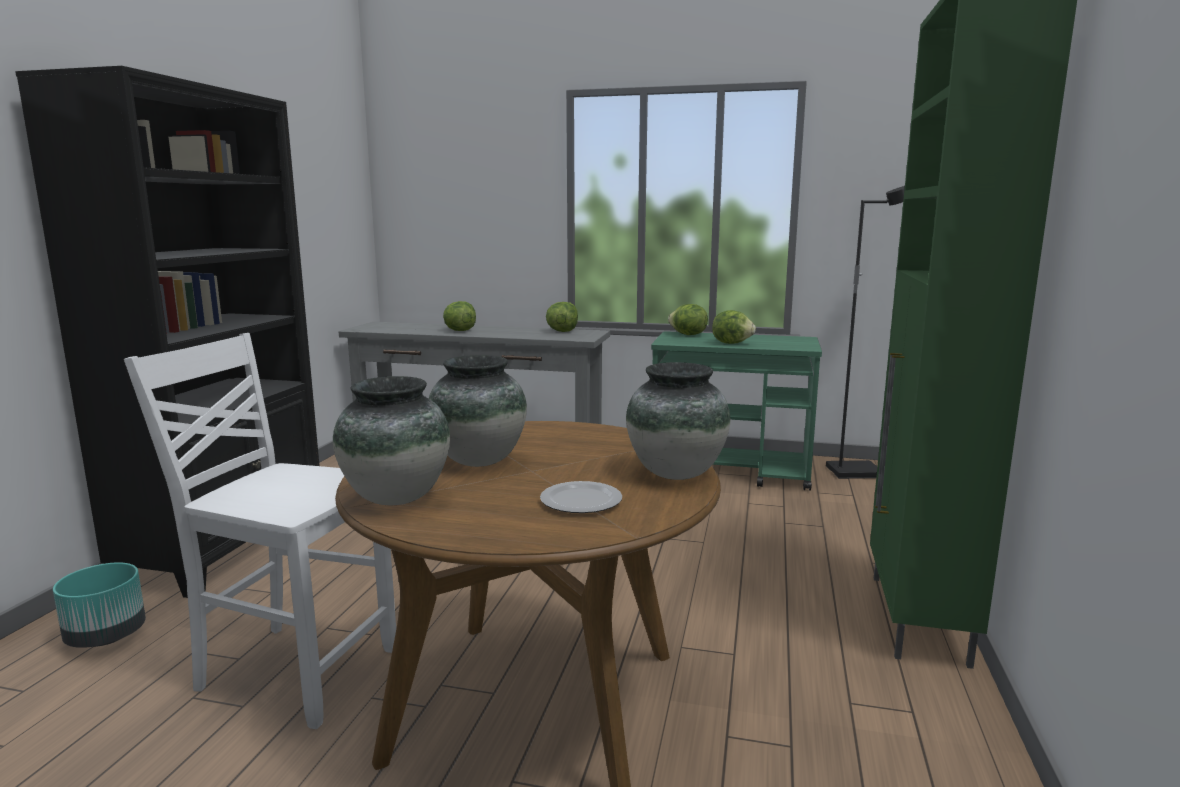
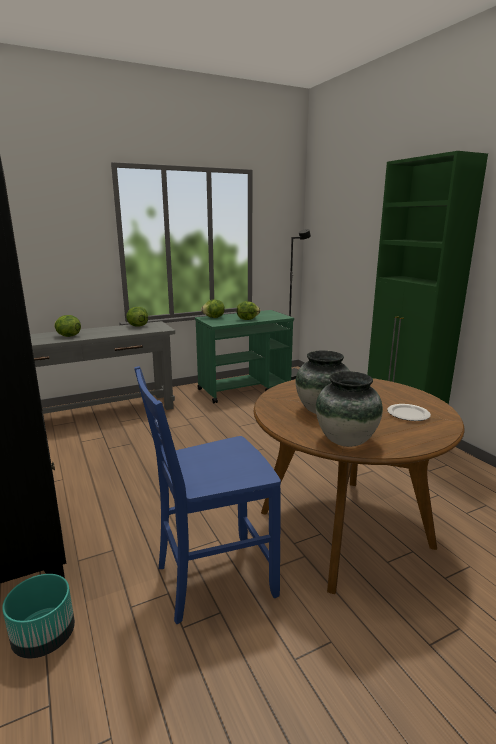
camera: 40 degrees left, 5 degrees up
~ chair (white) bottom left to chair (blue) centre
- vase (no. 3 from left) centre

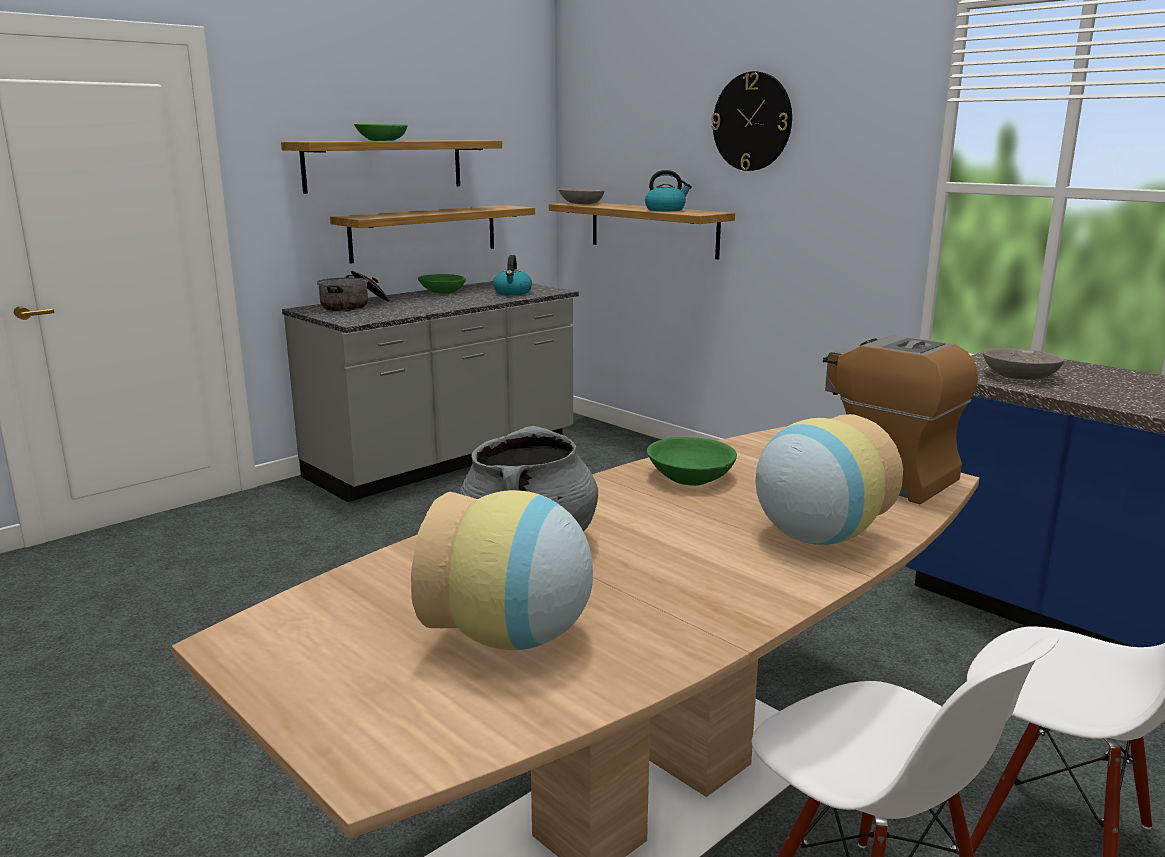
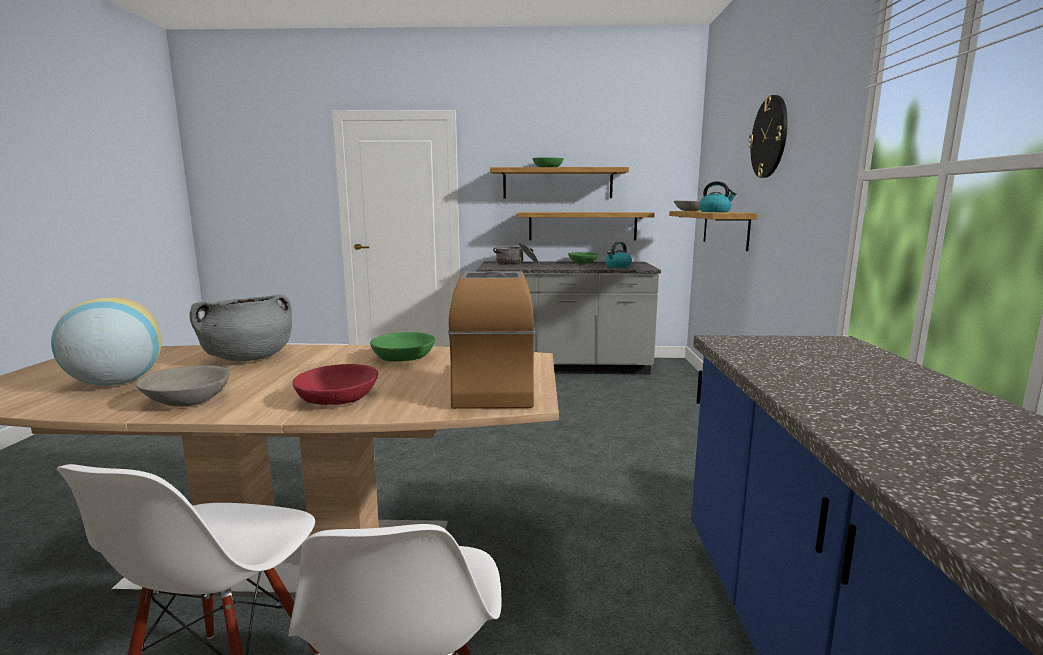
camera: 45 degrees right, 5 degrees down
~ vase (no. 2 from left) middle right to bowl (red) middle left
~ bowl (grey) (no. 2 from left in the first image) middle right to bowl (grey) (no. 1 from left) middle left

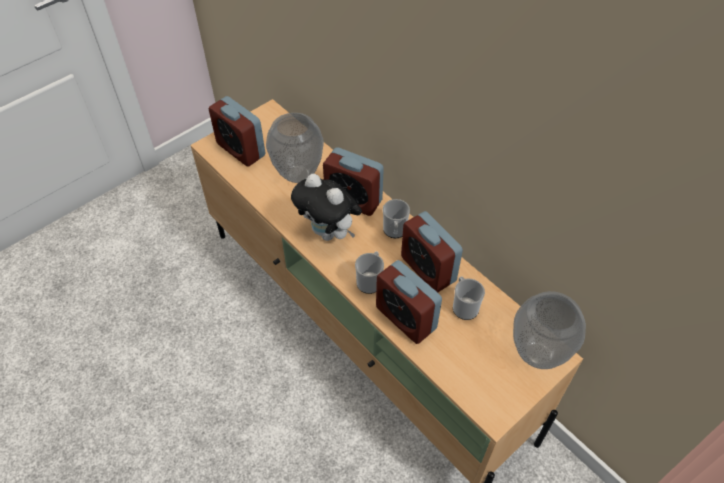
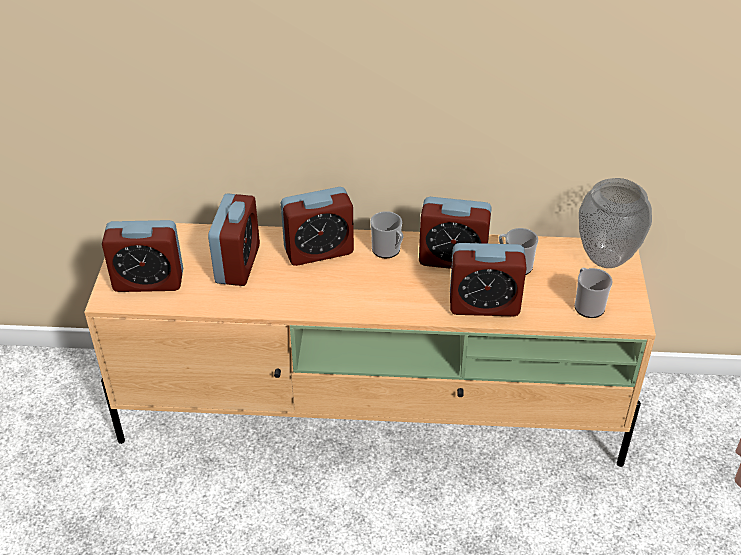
camera: 45 degrees left, 10 degrees down
~ vase (no. 1 from left) top centre to alarm clock (no. 2 from left) middle left
- plush toy centre
~ mug (no. 1 from left in the first image) centre to mug (no. 3 from left) middle right

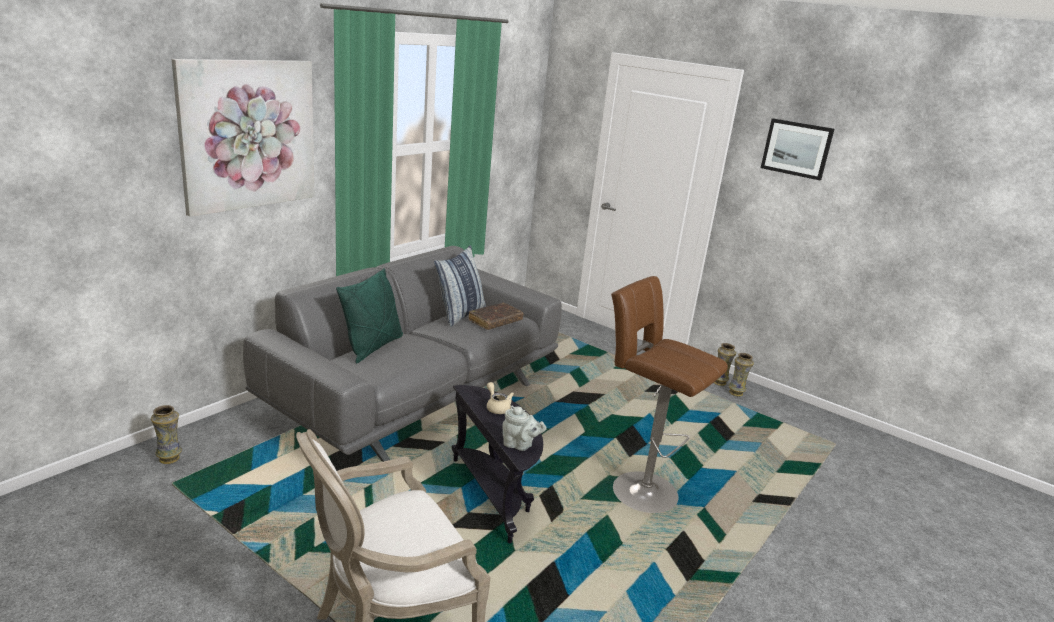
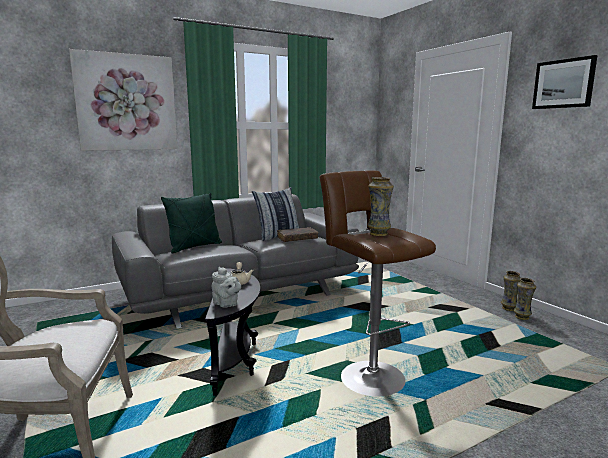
camera: 25 degrees right, 10 degrees down
~ vase (no. 1 from left) bottom left to centre

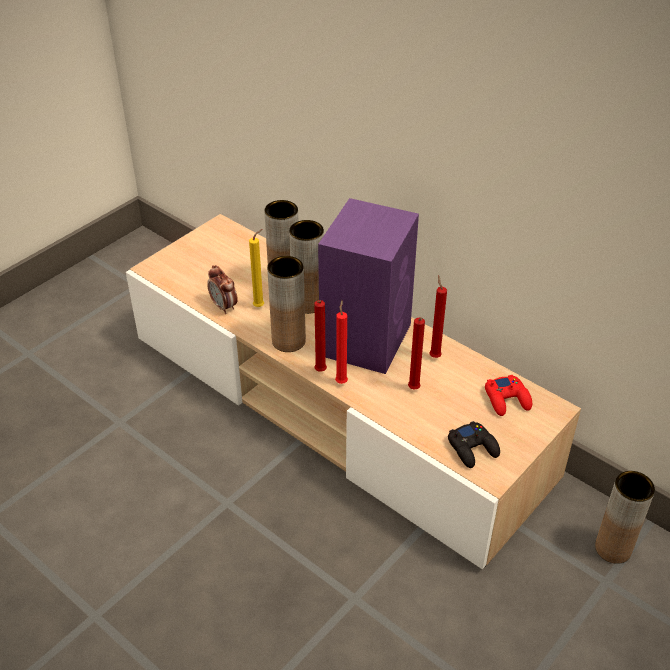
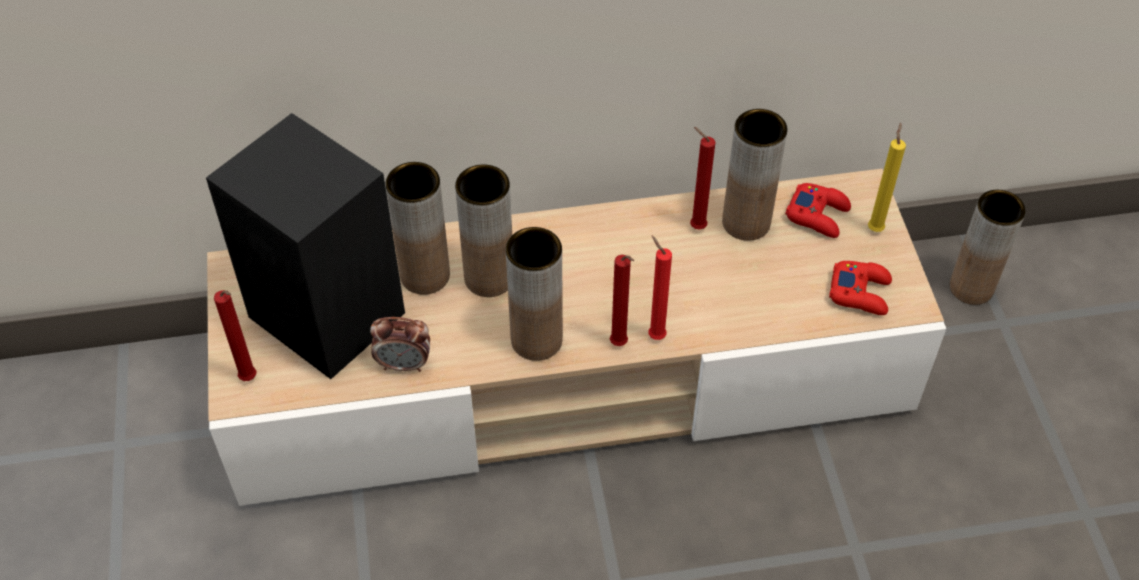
camera: 50 degrees left, 10 degrees up
~ candle (yellow) centre to top right
- speaker (purple) centre
~ candle (red) (no. 3 from left in the first image) centre to candle (red) (no. 1 from left) middle left
~ game controller (black) middle right to game controller (red) (no. 2 from left) middle right
+ speaker (black) middle left
+ vase (brown) (no. 4 from left) top centre

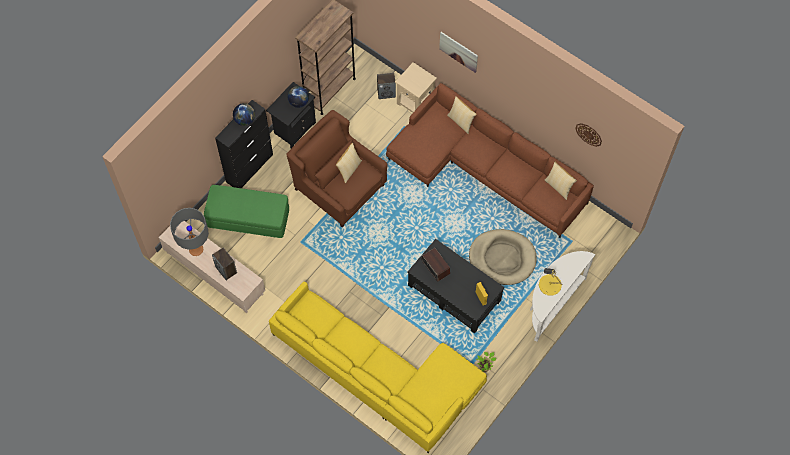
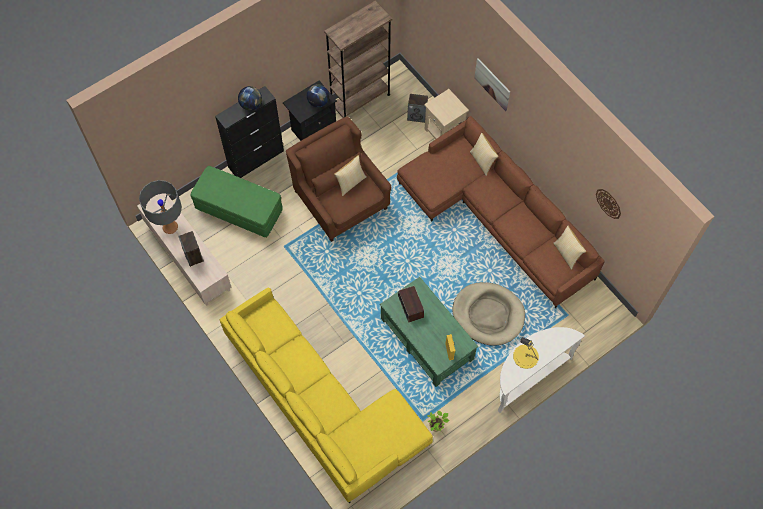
camera: 15 degrees right, 0 degrees up
~ coffee table (black) centre to coffee table (green) centre

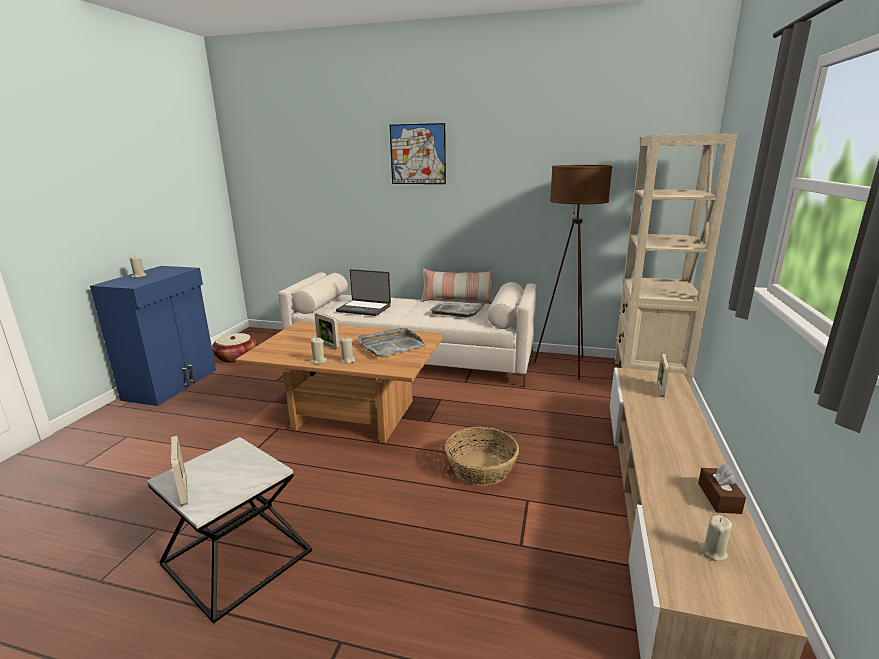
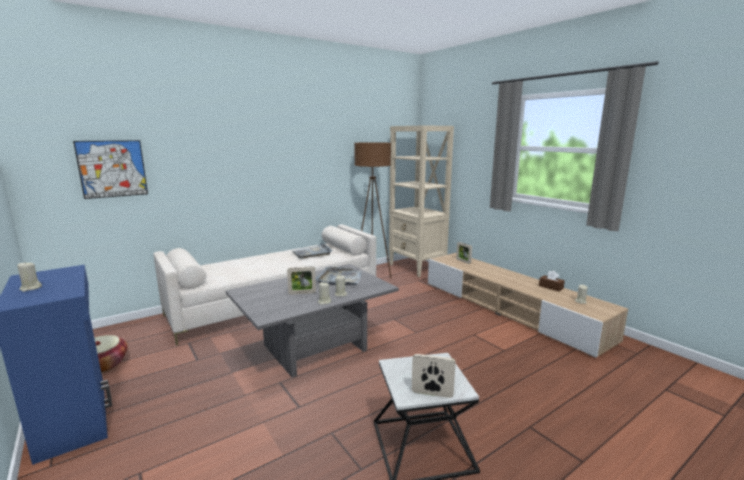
camera: 50 degrees left, 5 degrees down
~ coffee table (brown) centre to coffee table (grey) bottom centre
- laptop centre
~ picture top centre to middle left
- pillow centre
- basket (no. 2 from left) bottom centre

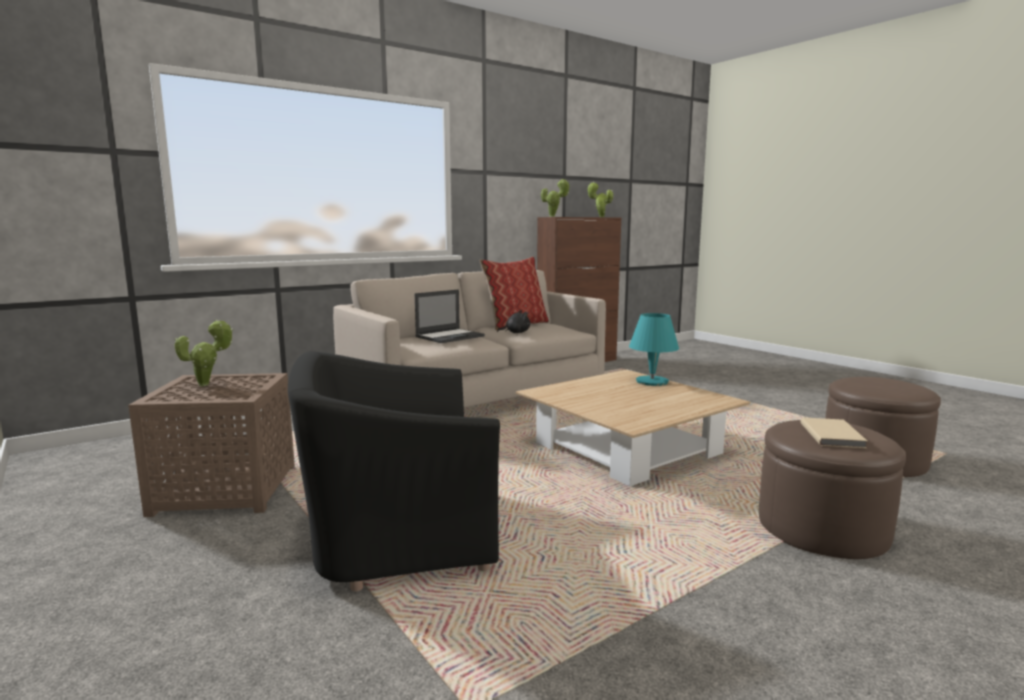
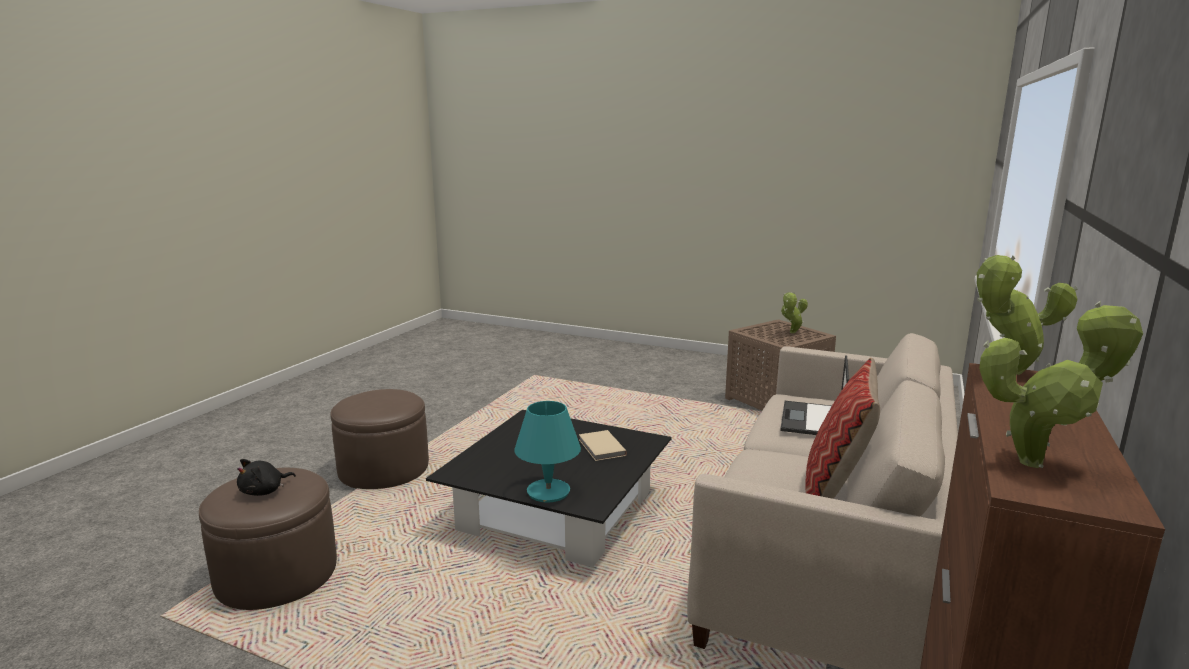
camera: 150 degrees right, 5 degrees up
- armchair (black) bottom centre
~ plush toy (black) centre to bottom left
~ coffee table (beige) centre to coffee table (black) bottom centre
~ book (beige) middle right to centre

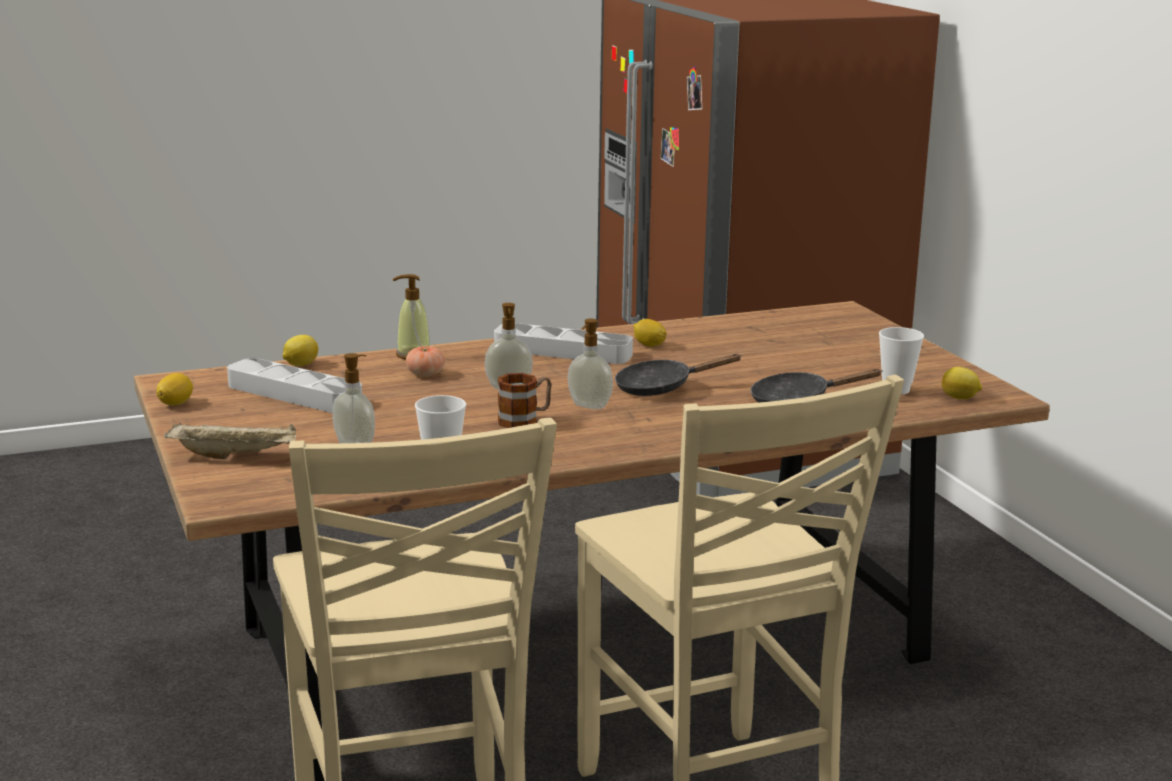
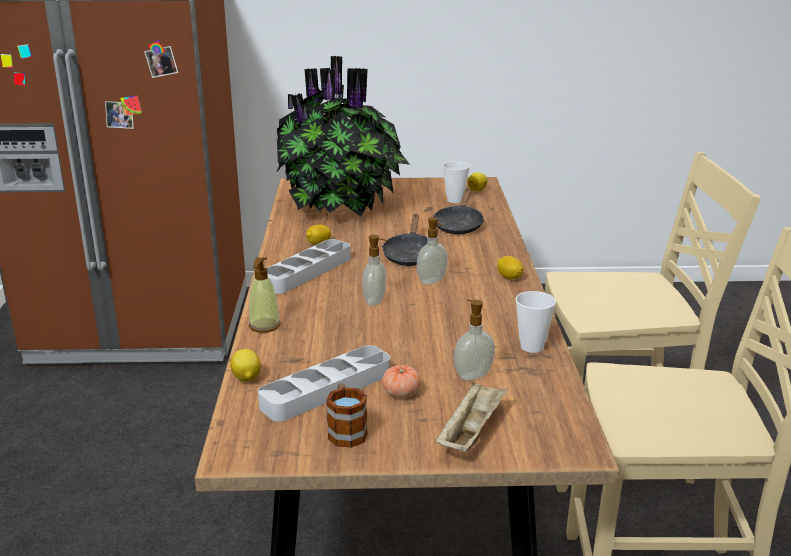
camera: 70 degrees left, 5 degrees up
~ lemon (no. 1 from left in the first image) middle left to lemon (no. 4 from left) centre
~ tomato centre to bottom centre
~ mug centre to bottom centre
+ potted plant top centre

